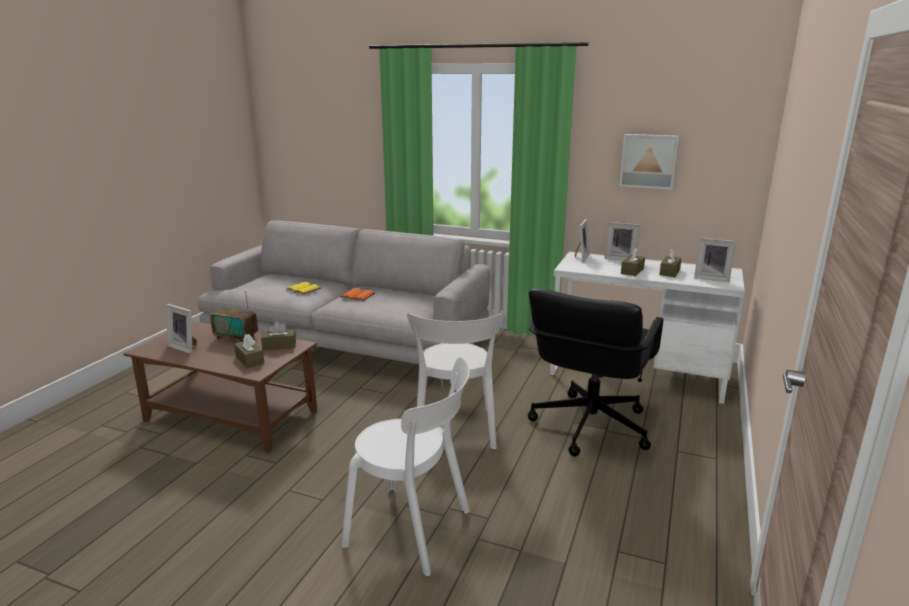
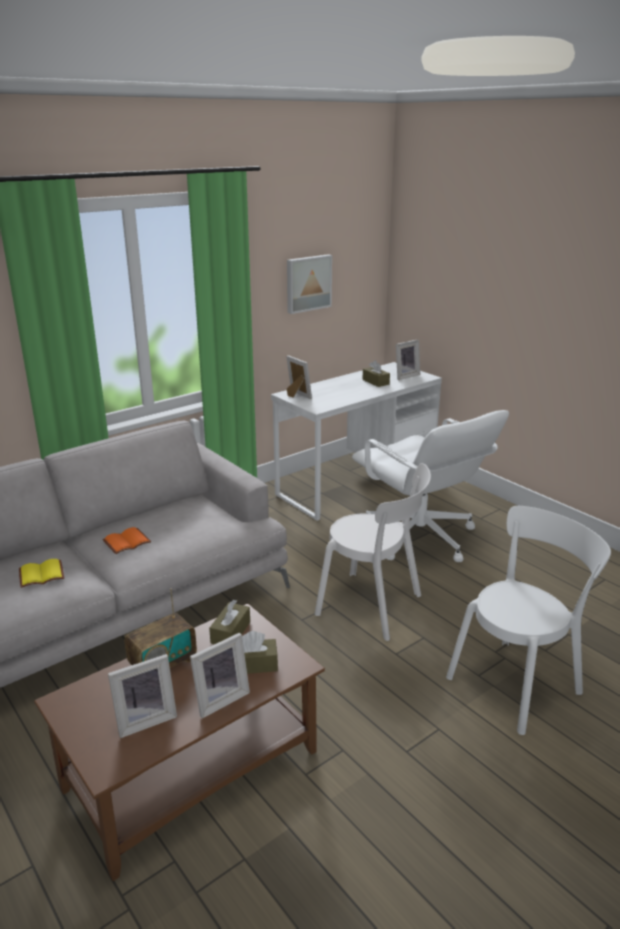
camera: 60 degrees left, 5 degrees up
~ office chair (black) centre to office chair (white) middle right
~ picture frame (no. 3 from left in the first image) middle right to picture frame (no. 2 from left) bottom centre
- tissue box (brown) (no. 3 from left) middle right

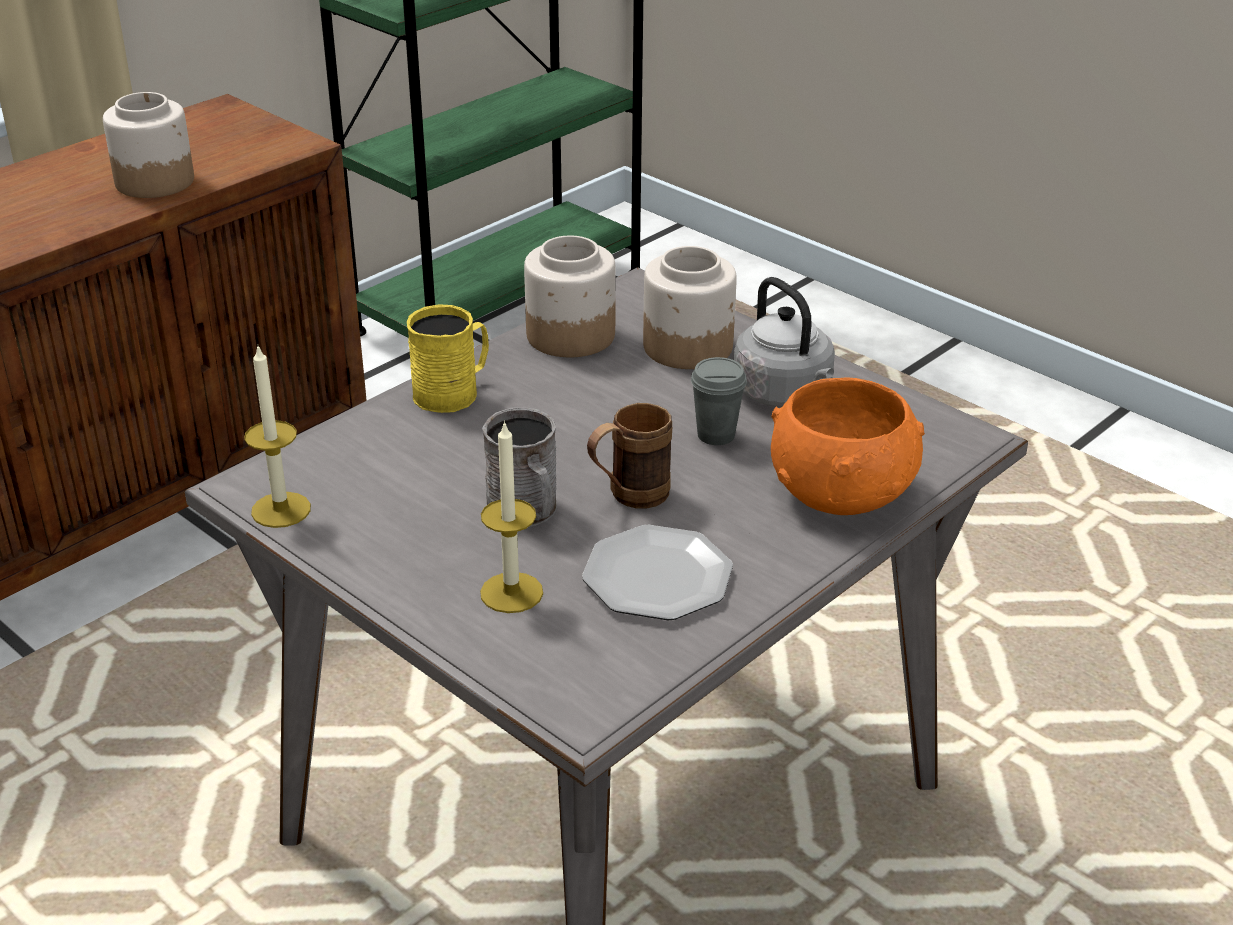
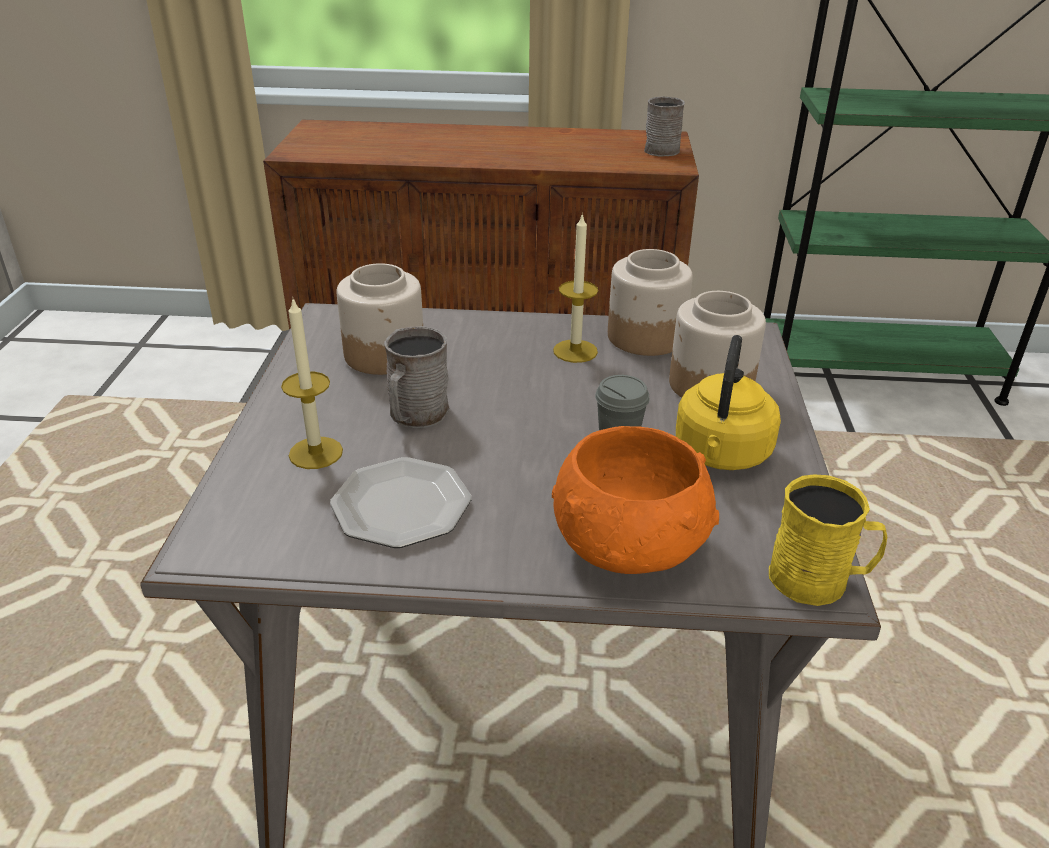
camera: 50 degrees right, 0 degrees up
~ jar (no. 1 from left) top left to centre
~ candle (no. 1 from left in the first image) middle left to candle (no. 2 from left) centre
~ mug (yellow) centre to middle right
- mug (brown) centre
~ kettle (grey) centre to kettle (yellow) middle right
+ mug (grey) (no. 2 from left) top centre

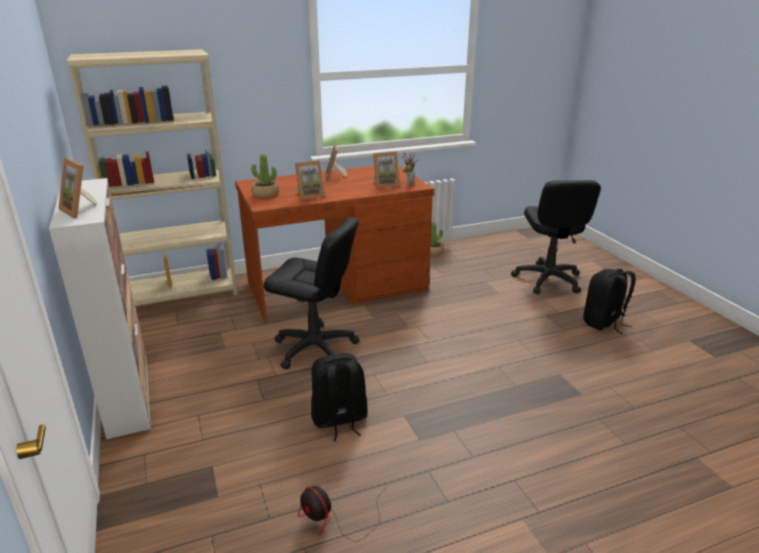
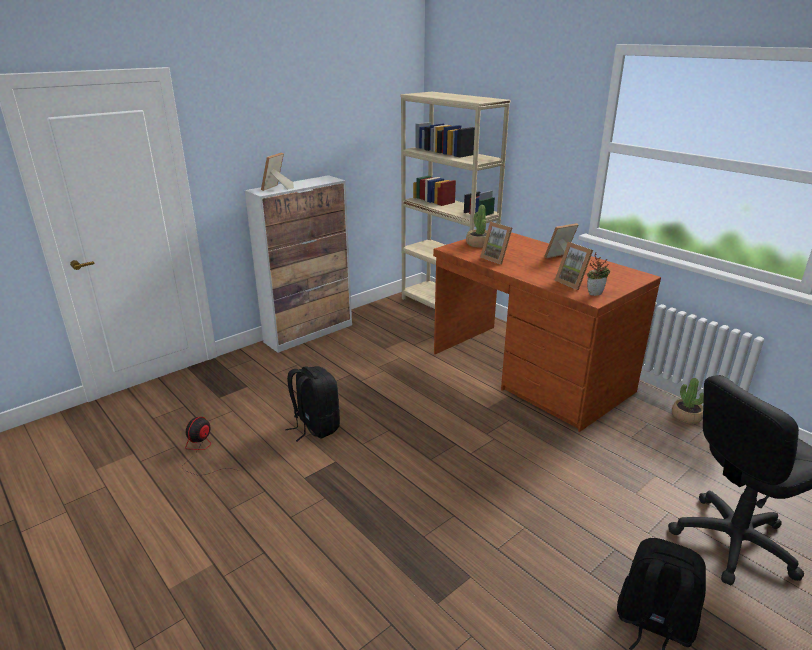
camera: 70 degrees right, 0 degrees up
- office chair (black) (no. 1 from left) centre

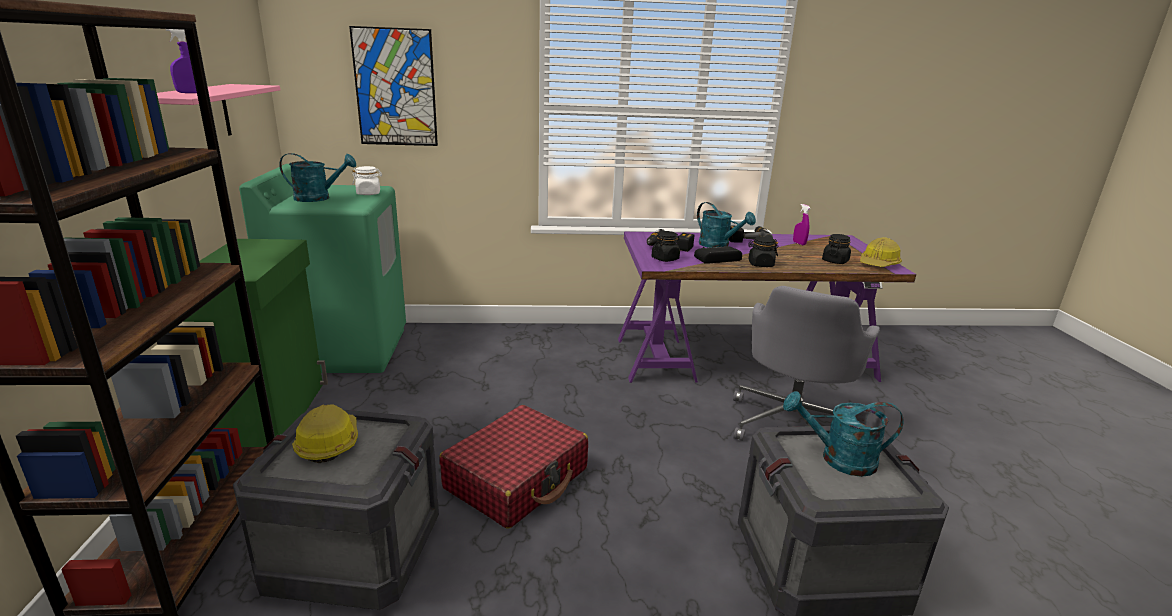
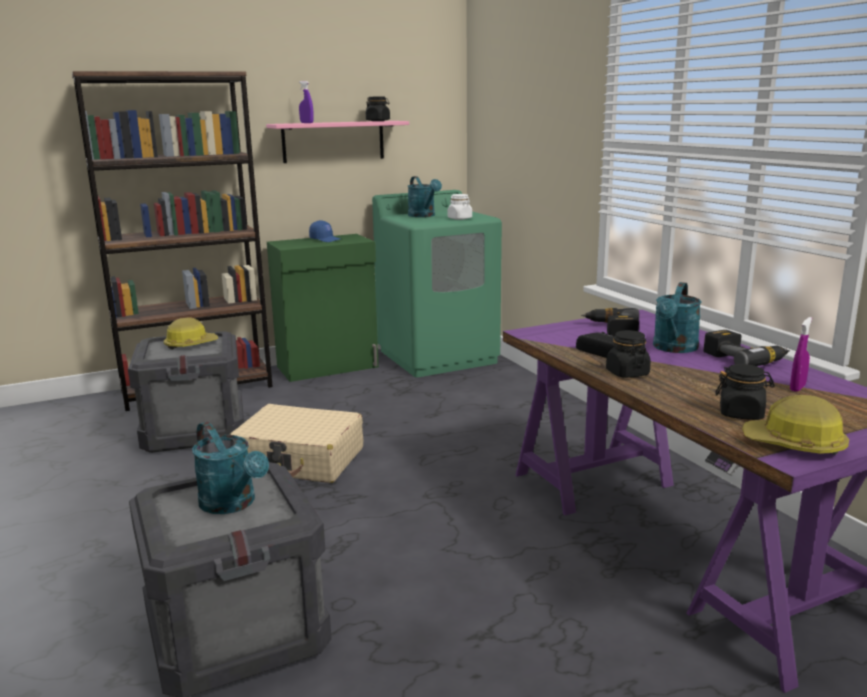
camera: 70 degrees right, 5 degrees down
- picture top centre
~ suitcase (red) bottom centre to suitcase (beige) centre
~ jar (black) (no. 1 from left) centre to top centre
- office chair (grey) middle right
~ watering can (turquoise) (no. 3 from left in the first image) bottom right = bottom left 150 degrees clockwise
+ cap (blue) top centre

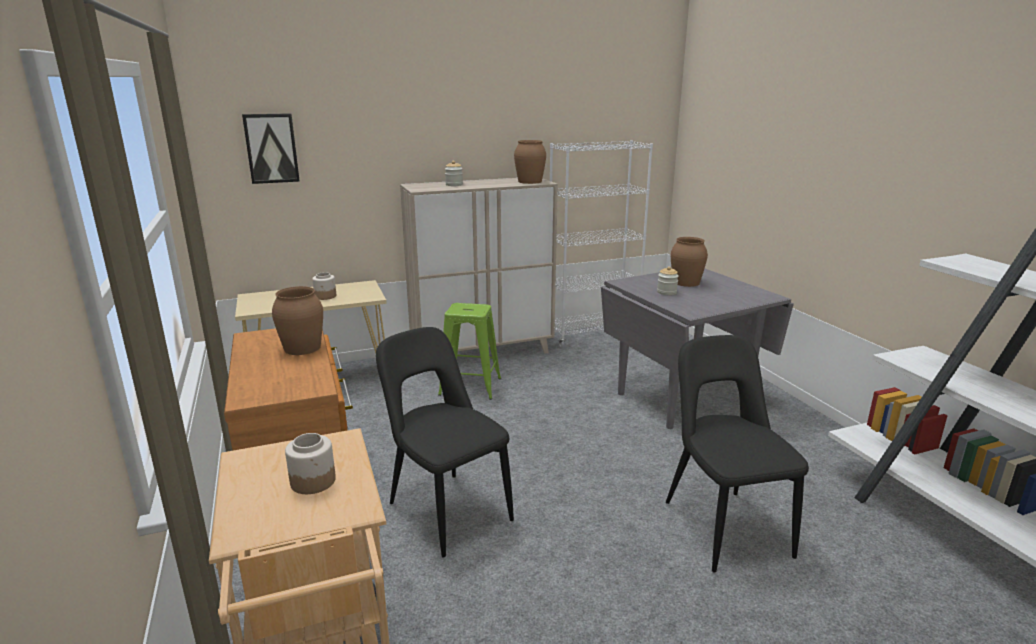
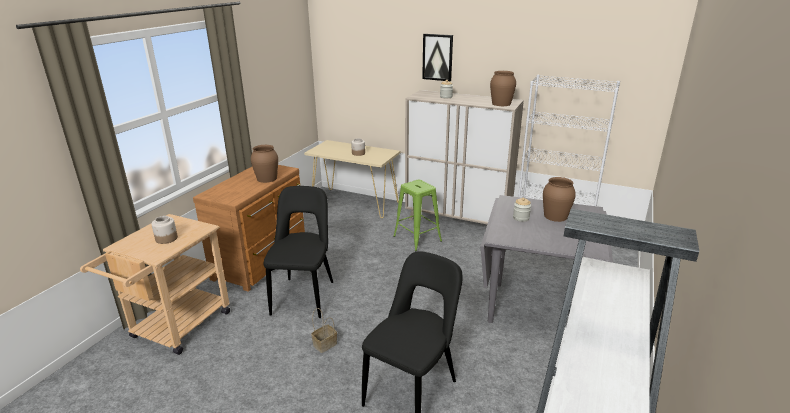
camera: 45 degrees right, 5 degrees up
~ picture top left to top centre
+ basket bottom centre

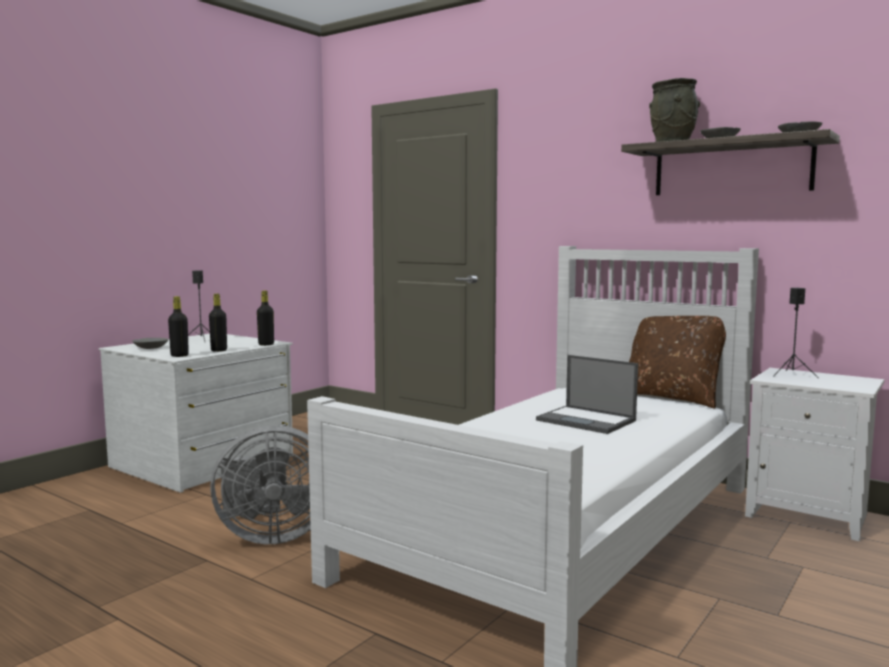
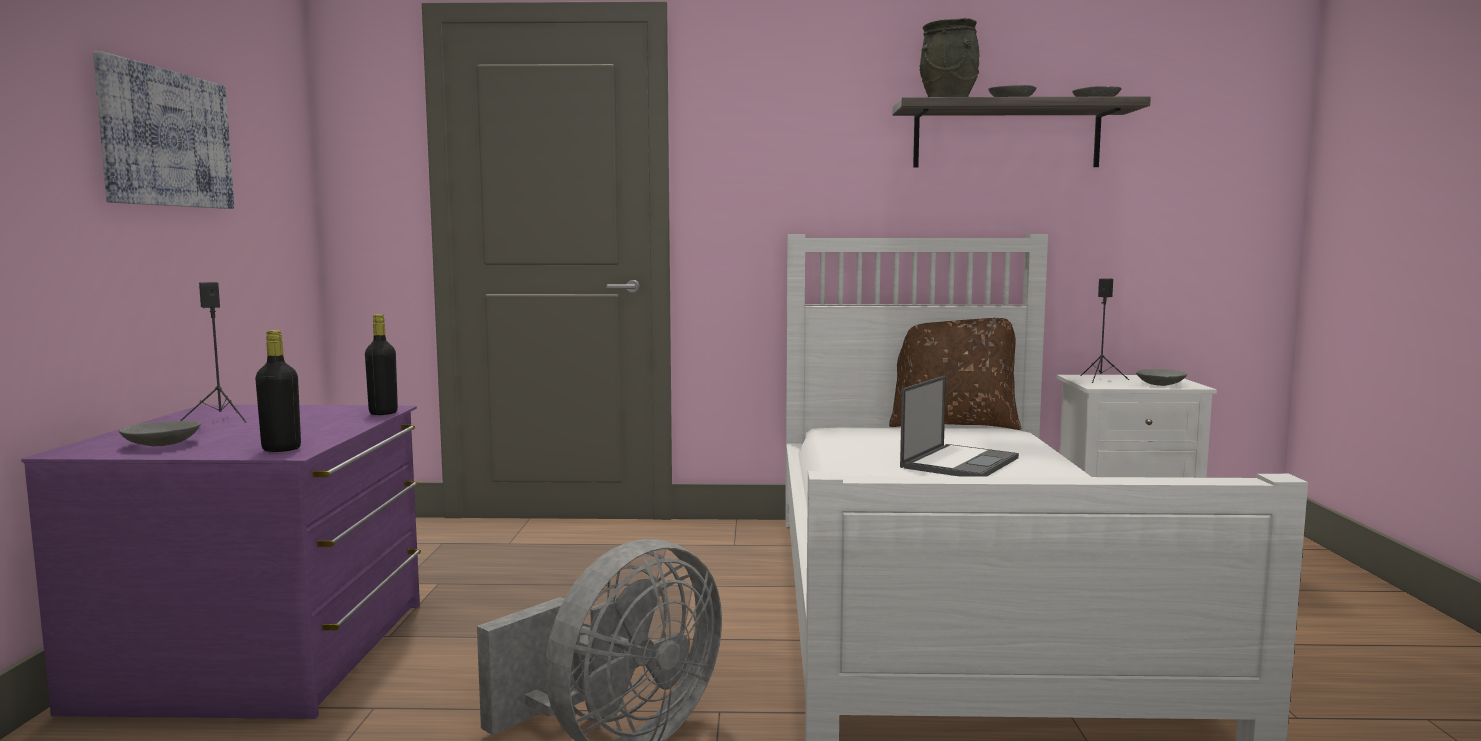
camera: 35 degrees left, 0 degrees up
~ dresser (white) middle left to dresser (purple) bottom left
- bottle (black) (no. 2 from left) middle left
~ laptop centre = centre 60 degrees counterclockwise
+ picture top left
+ bowl (grey) (no. 4 from left) middle right

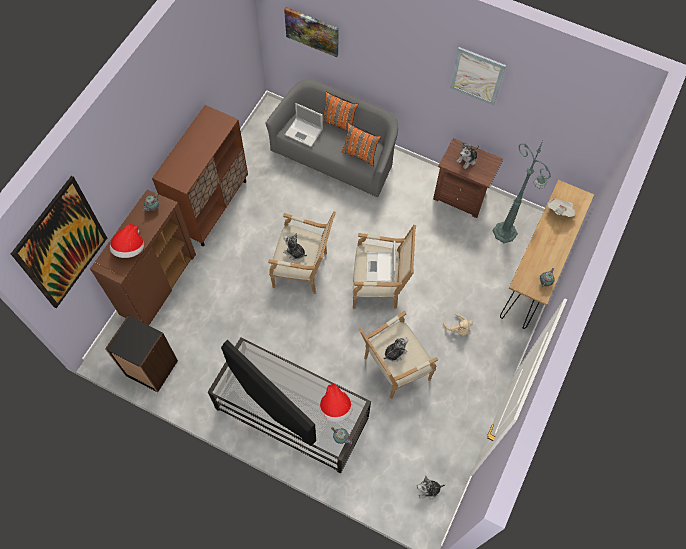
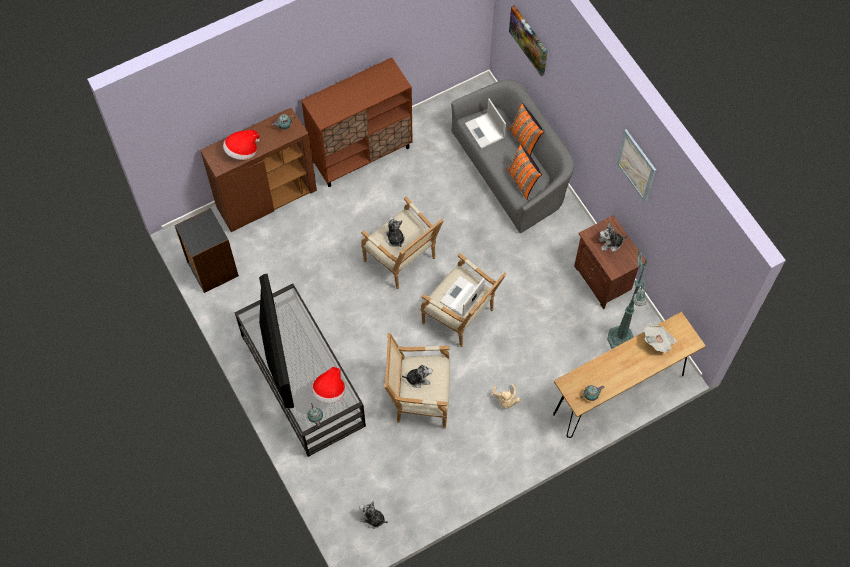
camera: 35 degrees right, 0 degrees up
- picture (no. 1 from left) middle left

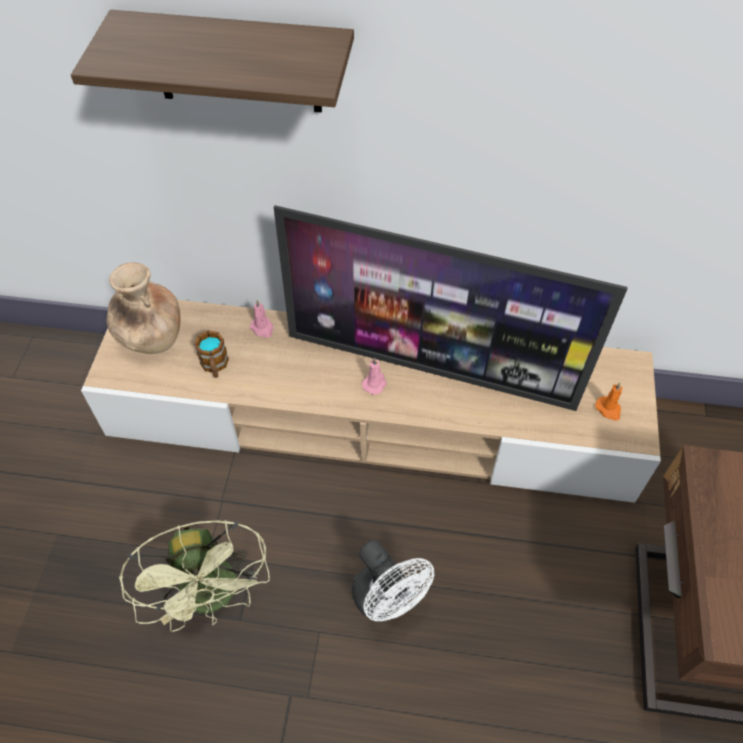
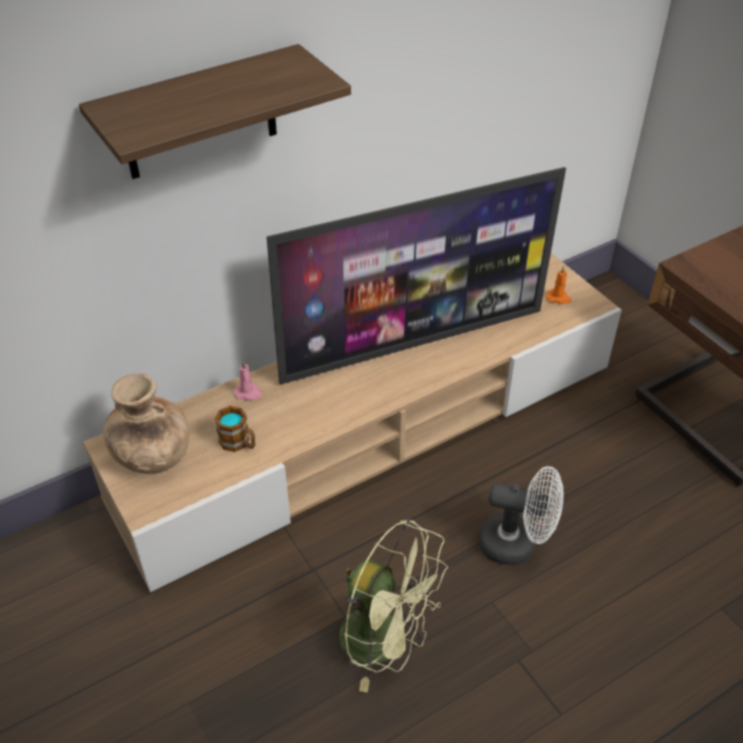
camera: 40 degrees left, 10 degrees down
- candle (pink) (no. 2 from left) centre

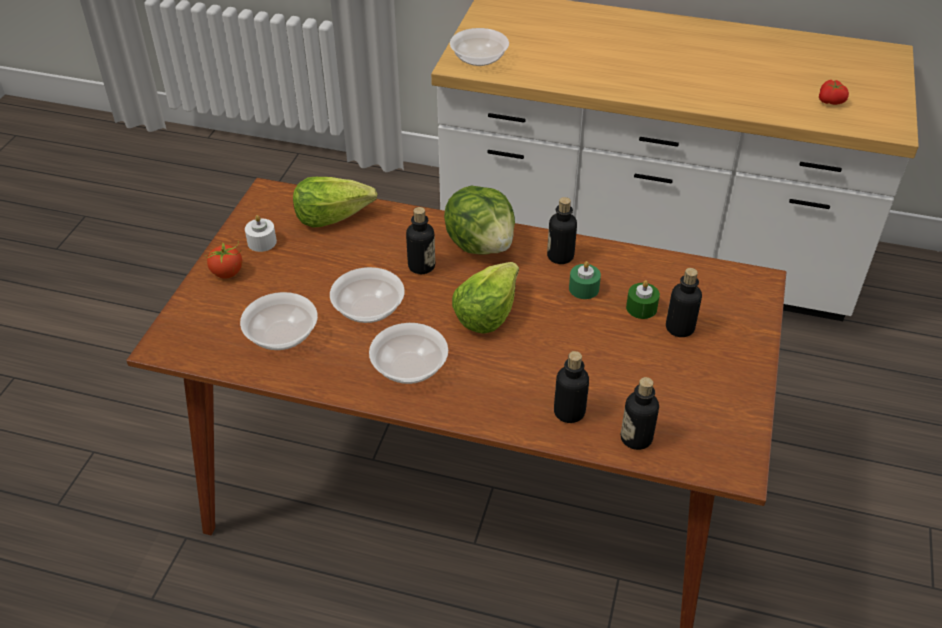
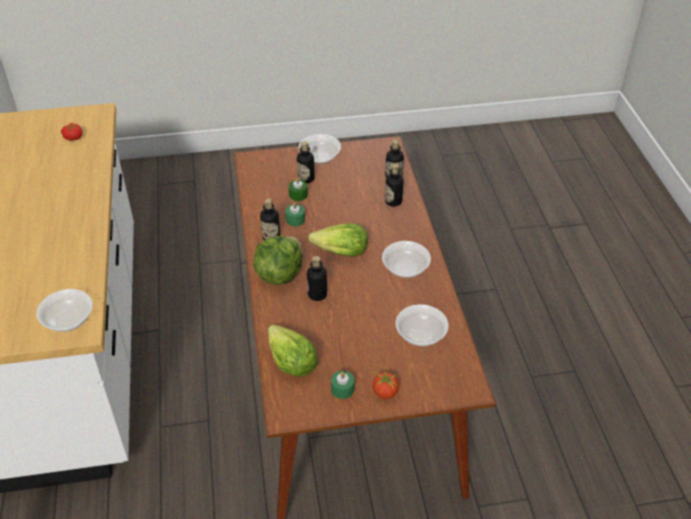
camera: 115 degrees left, 0 degrees up
~ candle (white) middle left to candle (green) (no. 3 from left) bottom centre
~ bowl (no. 2 from left) centre to top centre

